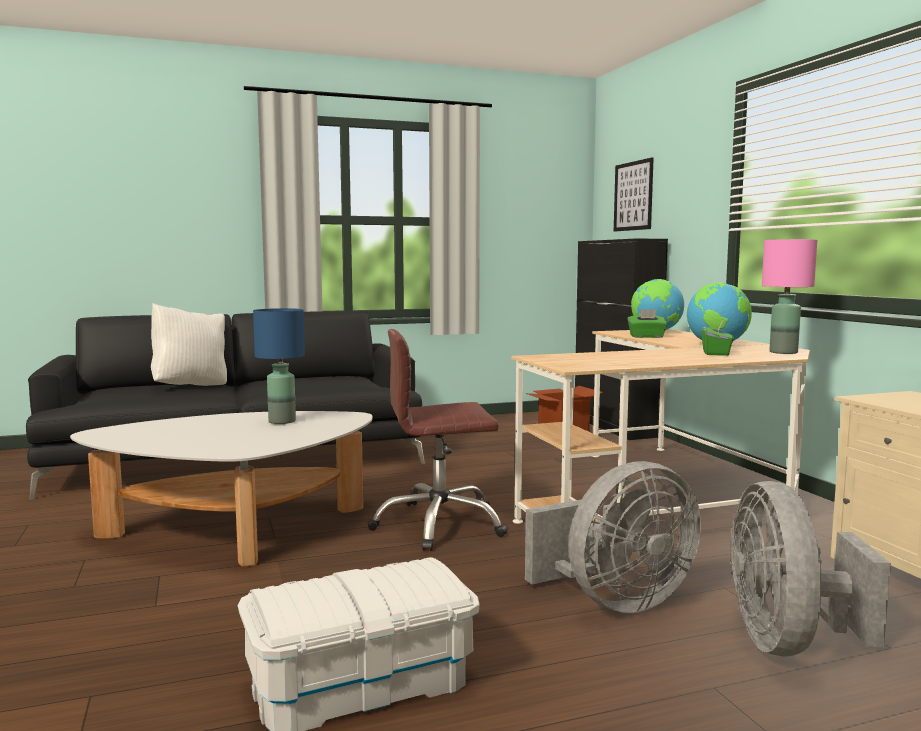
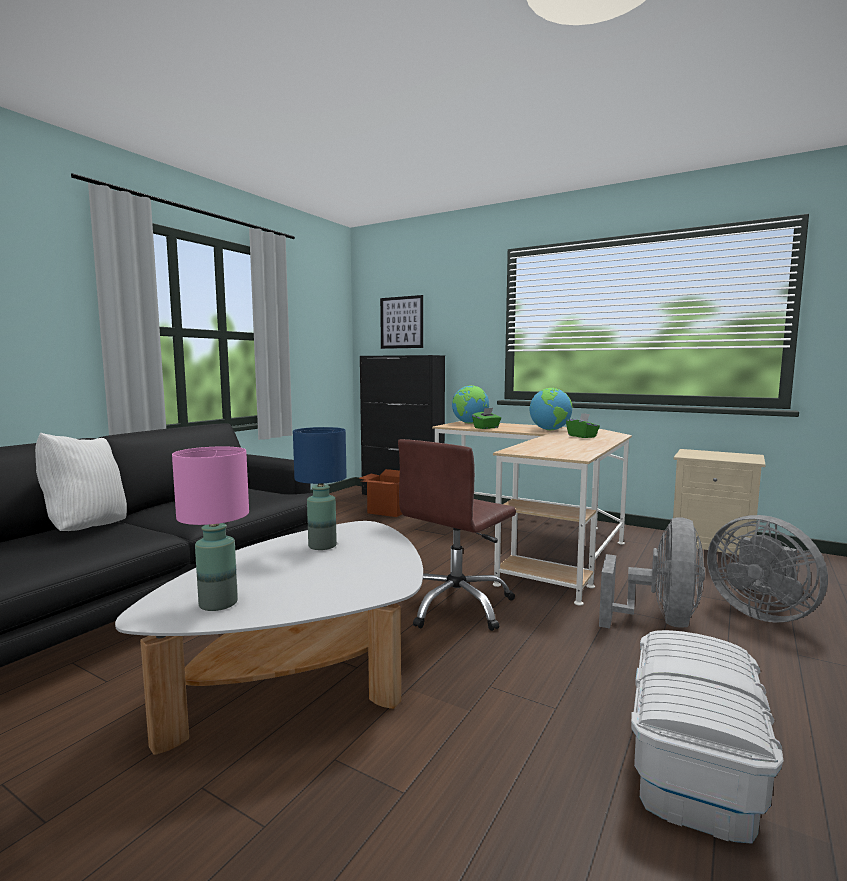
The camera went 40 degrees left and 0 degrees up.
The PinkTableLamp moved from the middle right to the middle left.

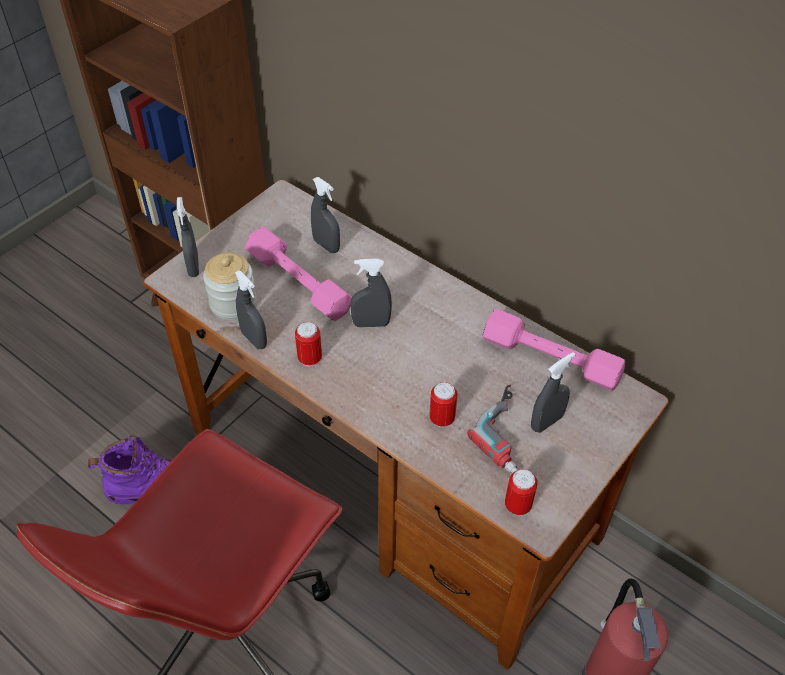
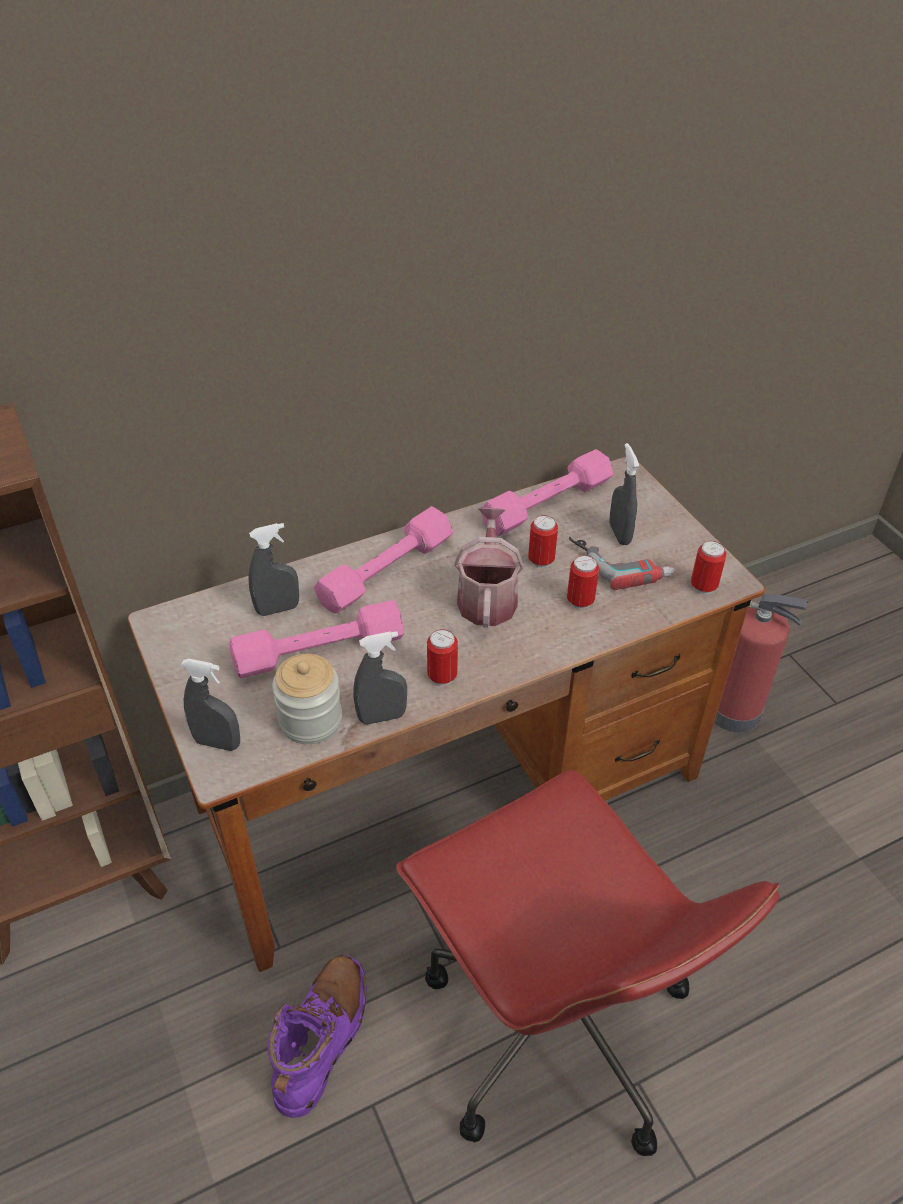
The camera went 65 degrees left and 5 degrees down.
The GreyHandSprayer (no. 4 from left) at the centre disappeared.
The PinkFreeWeight (no. 2 from left) at the centre appeared.
The WateringPot at the centre appeared.
The MetalCan (no. 2 from left) at the centre appeared.

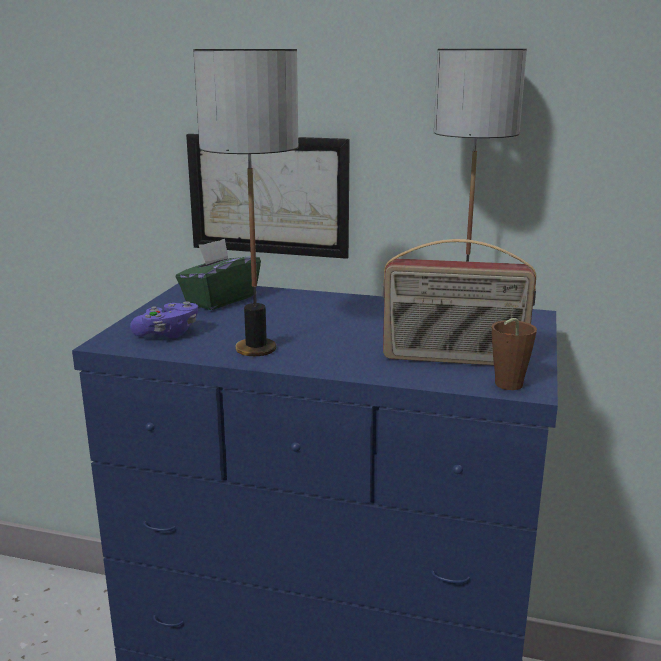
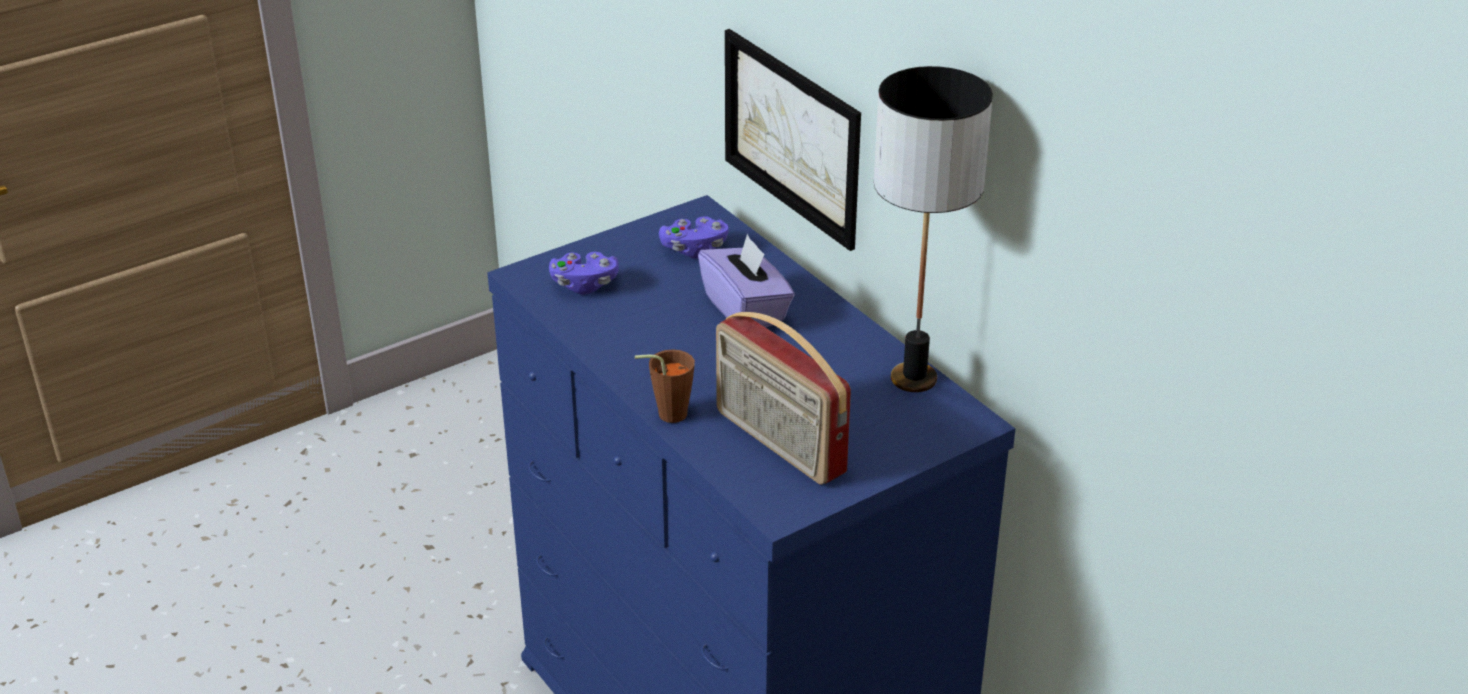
The camera went 40 degrees right and 15 degrees up.
The TableLamp (no. 1 from left) at the top centre disappeared.
The PurpleColouredBoxOfTissues at the centre appeared.
The BrownColouredDrinkingCup moved from the middle right to the centre.
The GreenBoxOfTissues at the middle left was replaced by the PurpleColouredGamepad (no. 2 from left) at the centre.

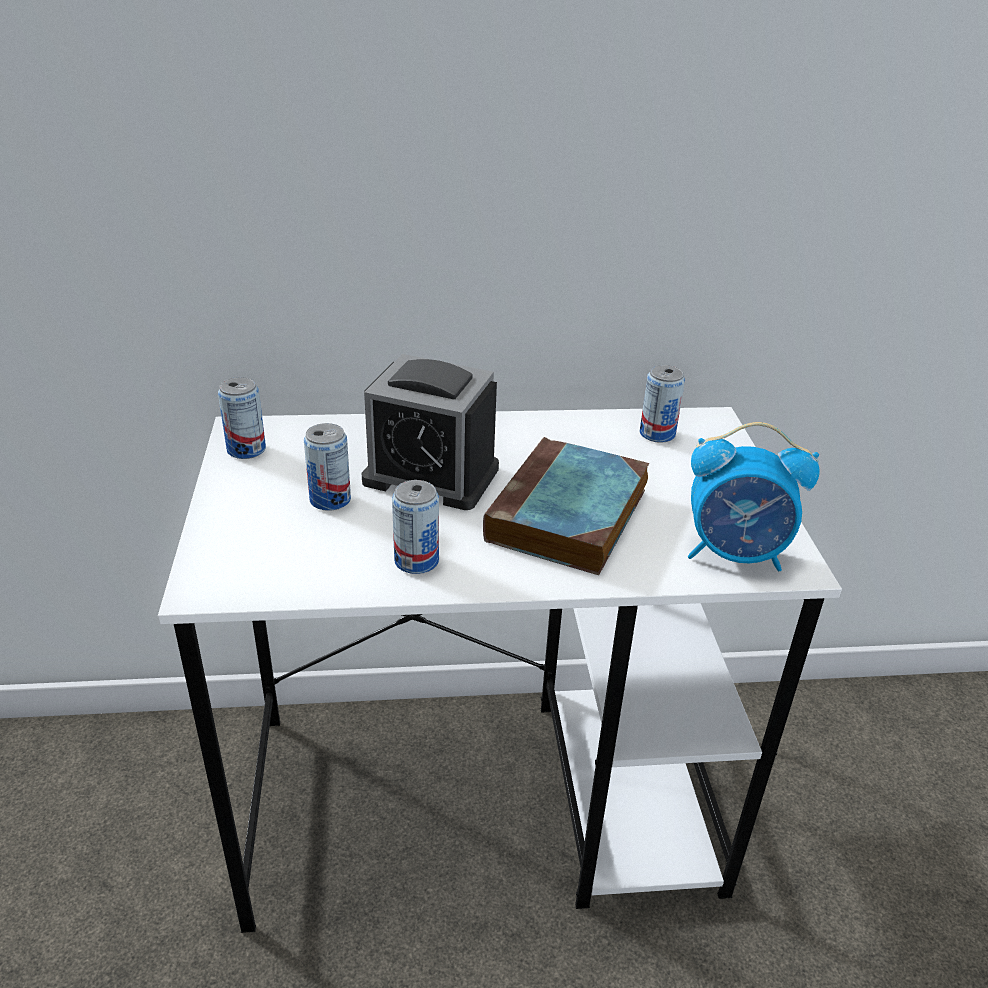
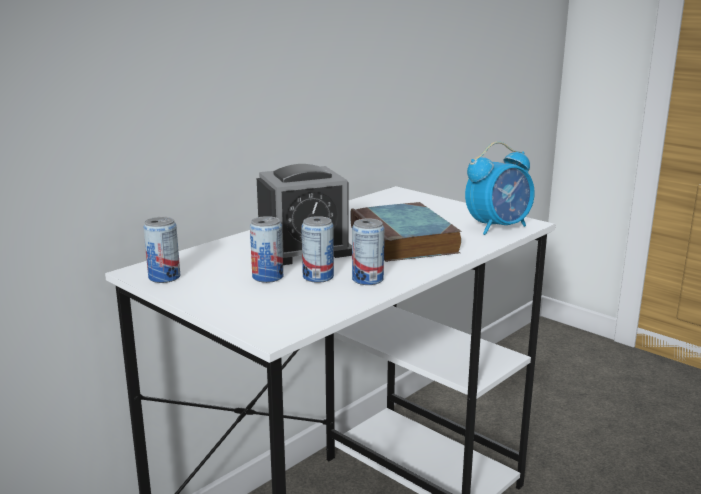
The camera went 40 degrees left and 15 degrees down.
The MetalCan (no. 4 from left in the first image) moved from the middle right to the centre.

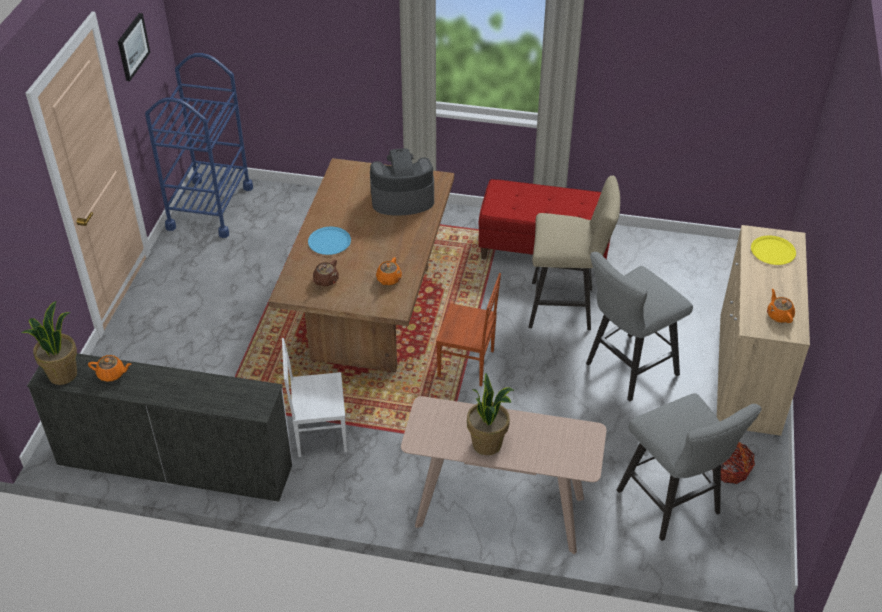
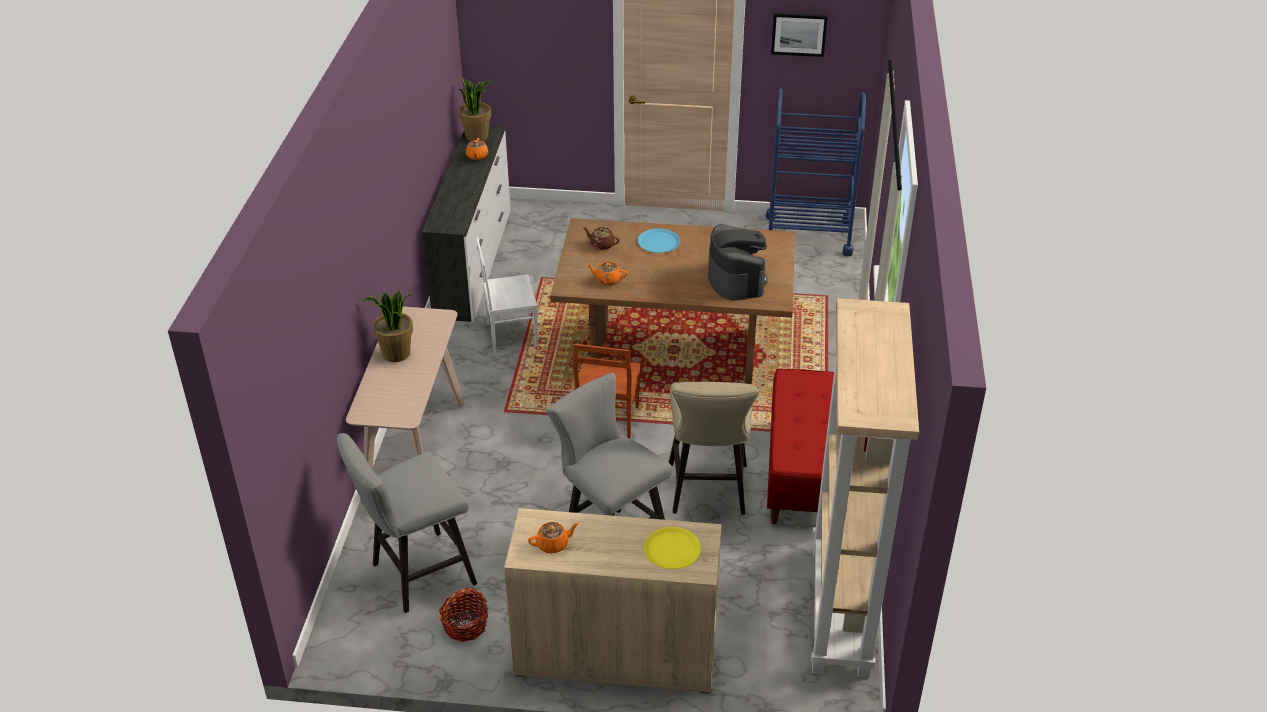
The camera went 85 degrees right and 5 degrees down.
The SandColouredBookcase at the bottom right appeared.
The WhiteColouredUprightChair at the centre turned 90 degrees counterclockwise.

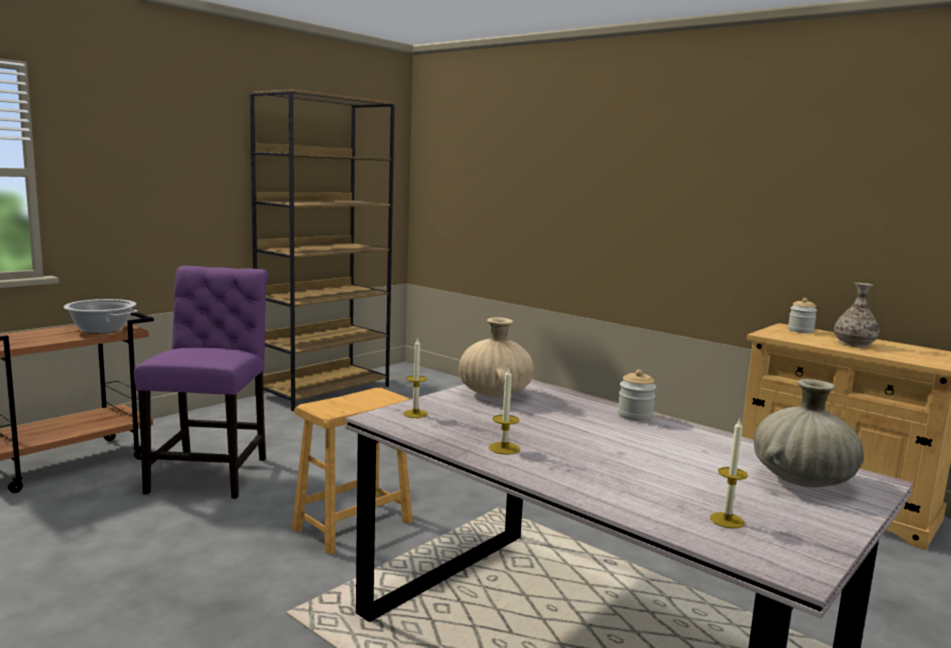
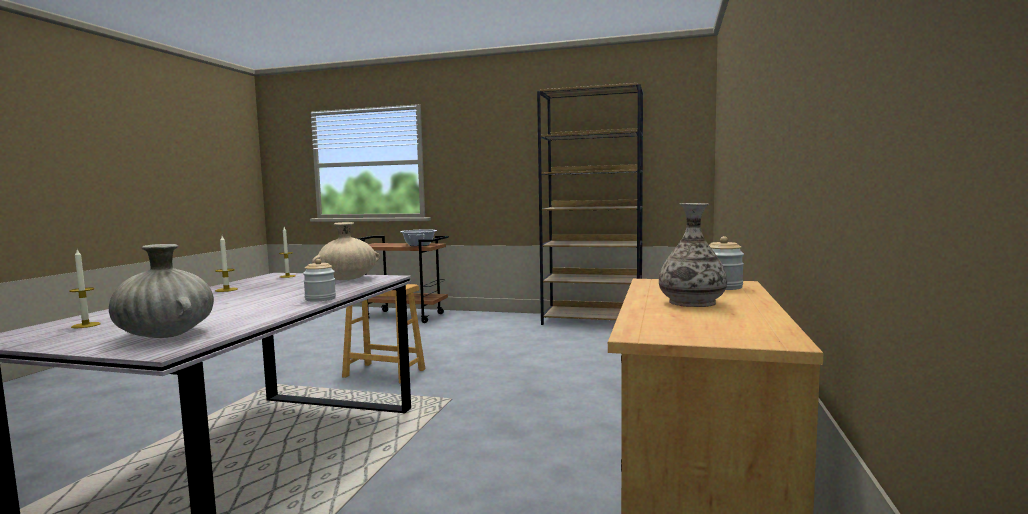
The camera went 65 degrees right and 5 degrees down.
The PurpleColouredUprightChair at the middle left disappeared.

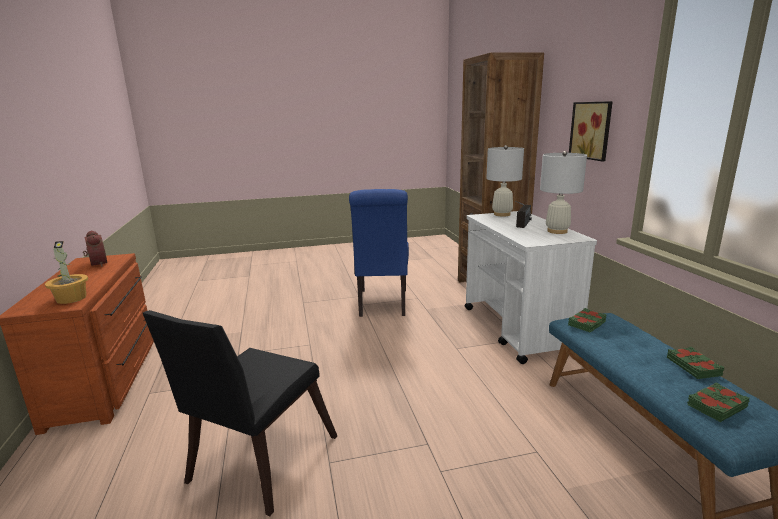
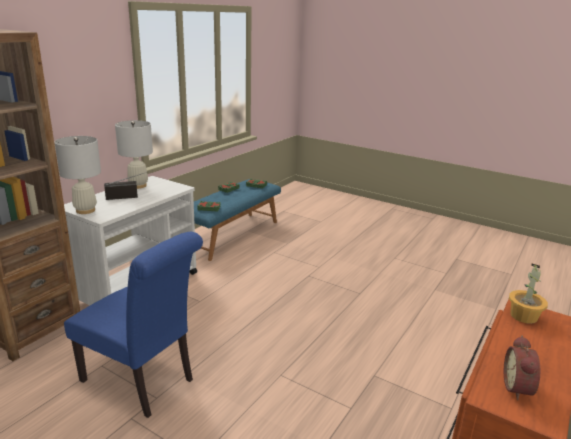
The camera went 135 degrees left and 5 degrees up.
The BlackColouredUprightChair at the bottom left disappeared.
The Picture at the top right disappeared.
The BlueColouredUprightChair at the centre turned 75 degrees clockwise.

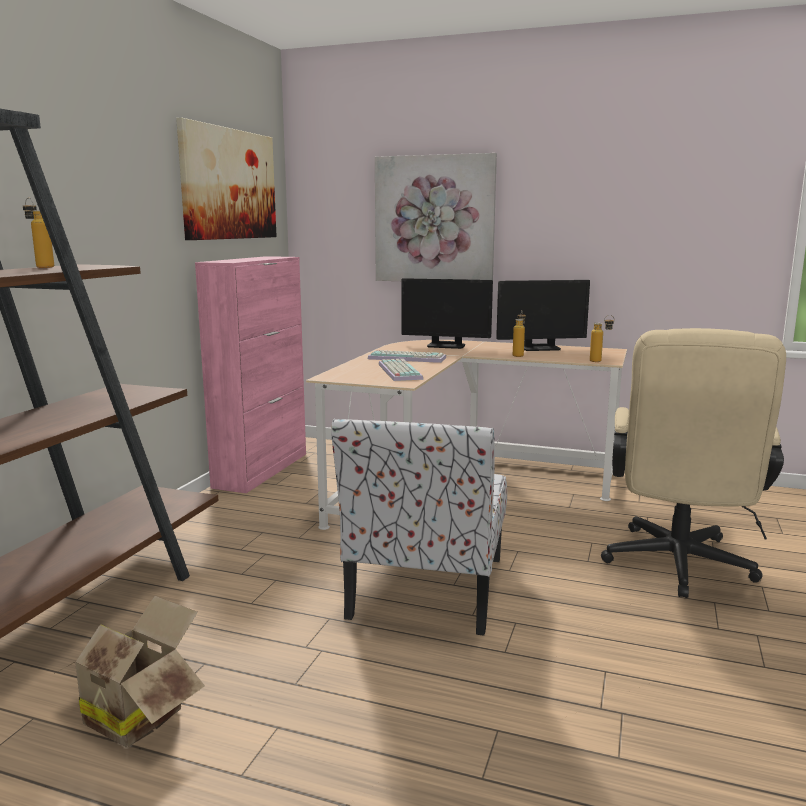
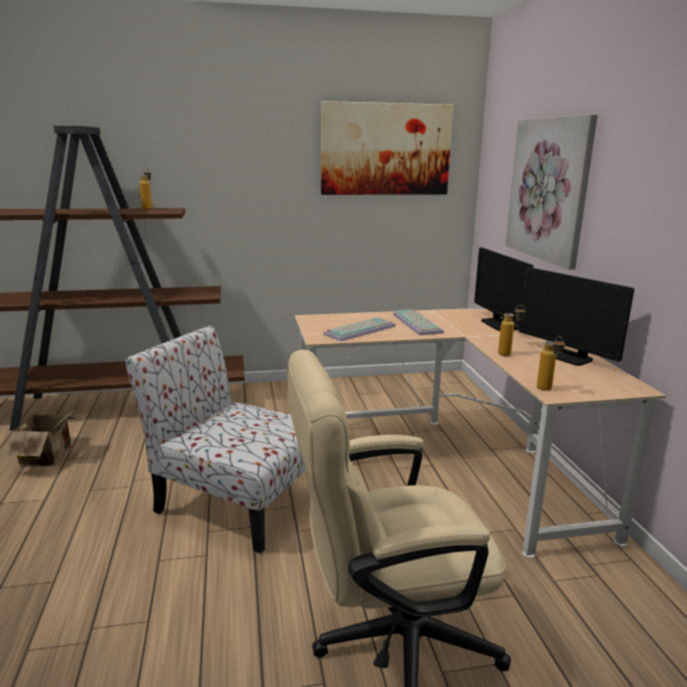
The camera went 60 degrees right and 5 degrees up.
The PinkStorageCabinet at the middle left disappeared.
The UprightChair at the centre turned 45 degrees clockwise.

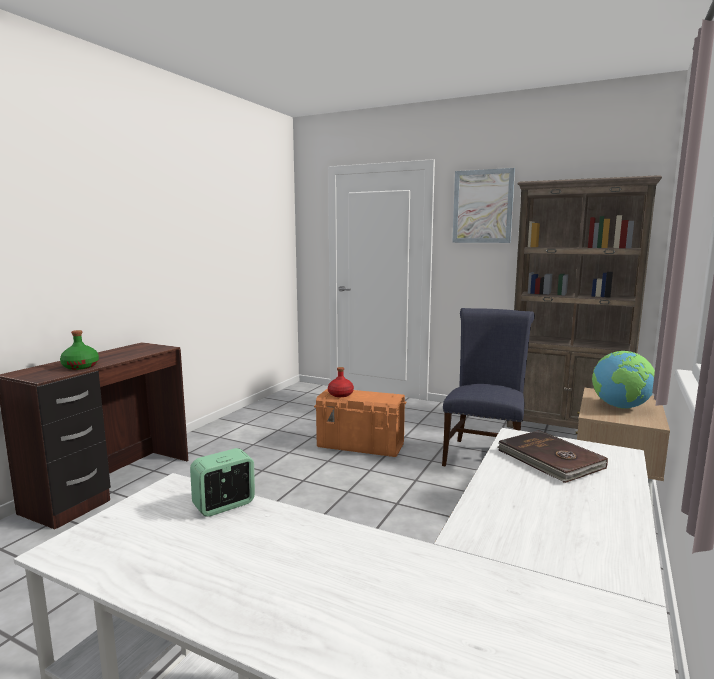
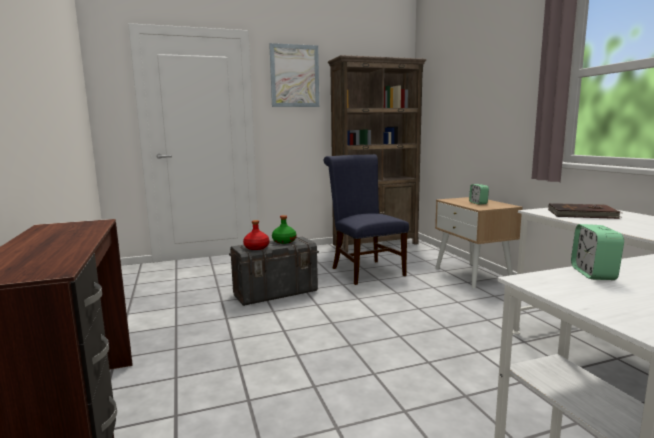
The camera went 45 degrees left and 0 degrees up.
The GreenBeverageBottle moved from the middle left to the centre.
The Globe at the middle right was replaced by the AlarmClock (no. 1 from left) at the middle right.
The OrangeStorageContainer at the centre became the GreyStorageContainer at the centre.

